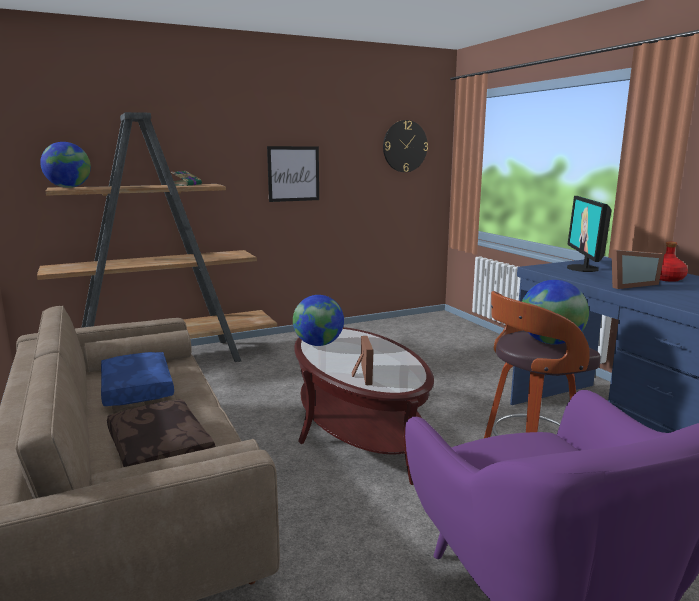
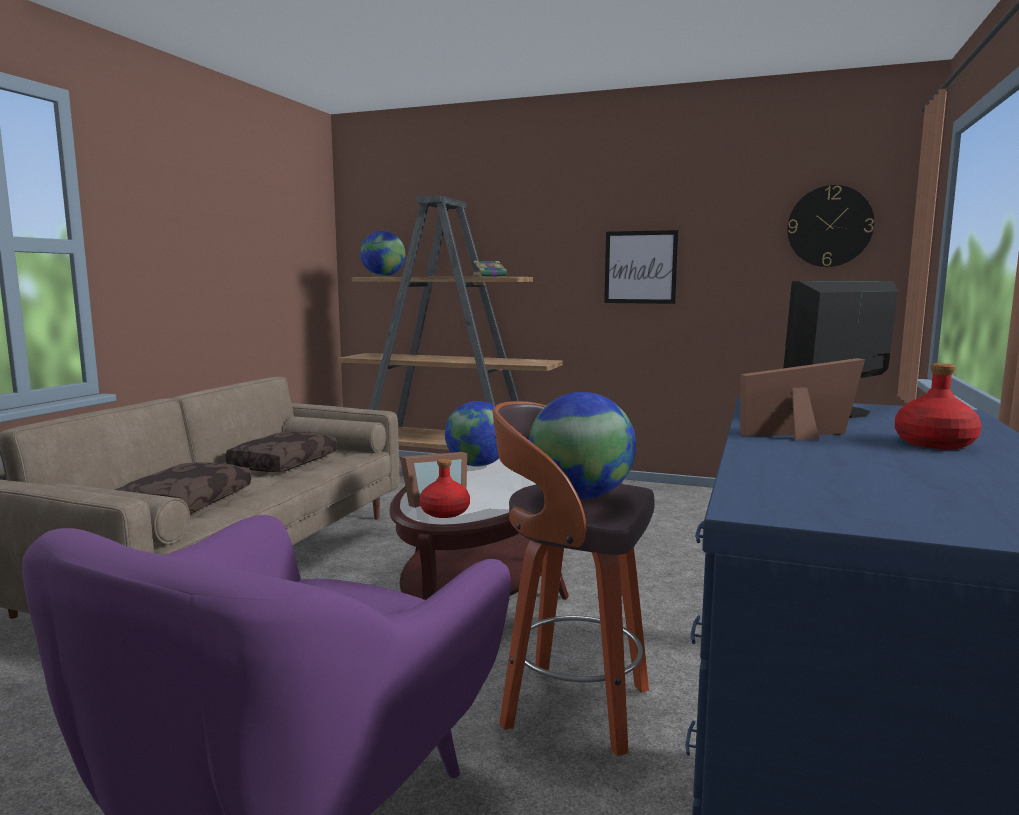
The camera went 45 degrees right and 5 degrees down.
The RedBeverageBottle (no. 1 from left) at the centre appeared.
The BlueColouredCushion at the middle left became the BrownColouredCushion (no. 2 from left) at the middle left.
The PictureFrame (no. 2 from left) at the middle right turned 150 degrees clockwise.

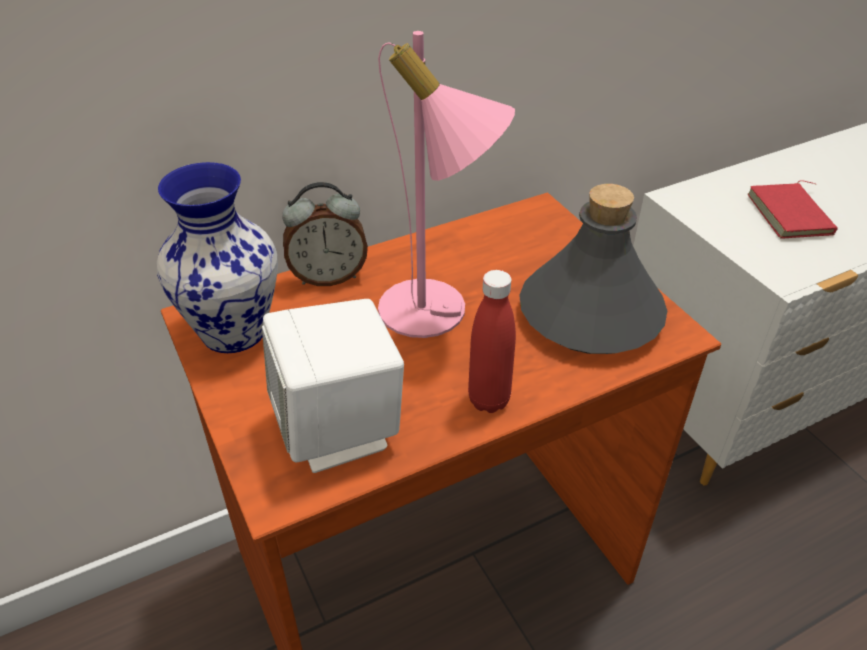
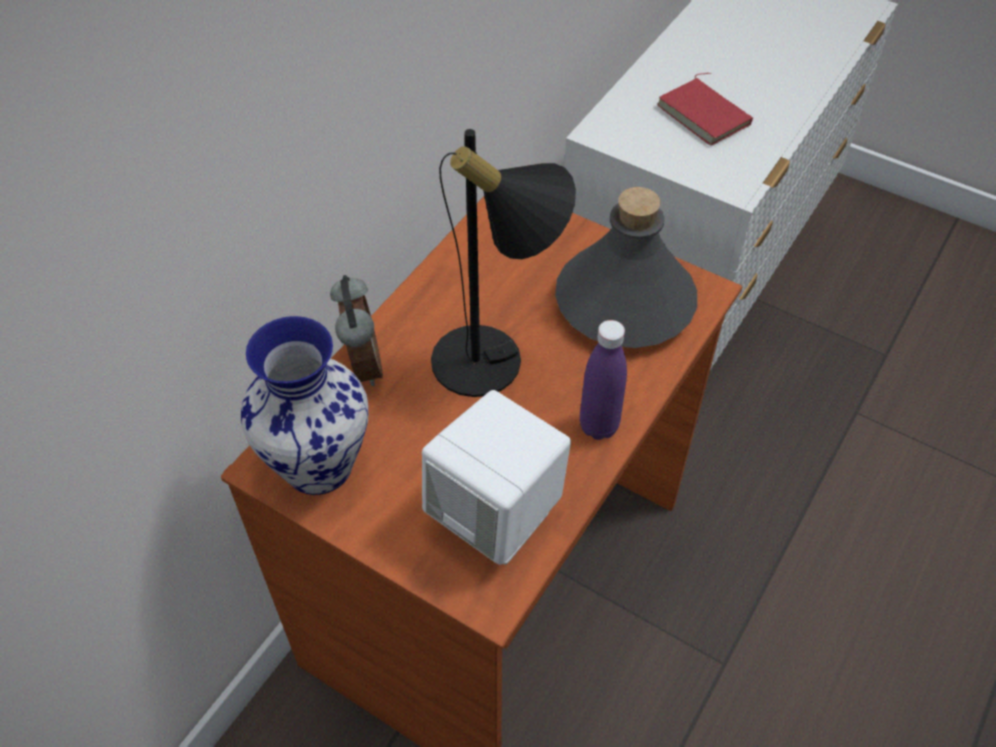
The camera went 30 degrees left and 10 degrees up.
The PinkTableLamp at the top centre became the BlackColouredTableLamp at the centre.
The RedBeverageBottle at the centre became the PurpleColouredBeverageBottle at the centre.
The AlarmClock at the centre turned 60 degrees counterclockwise.

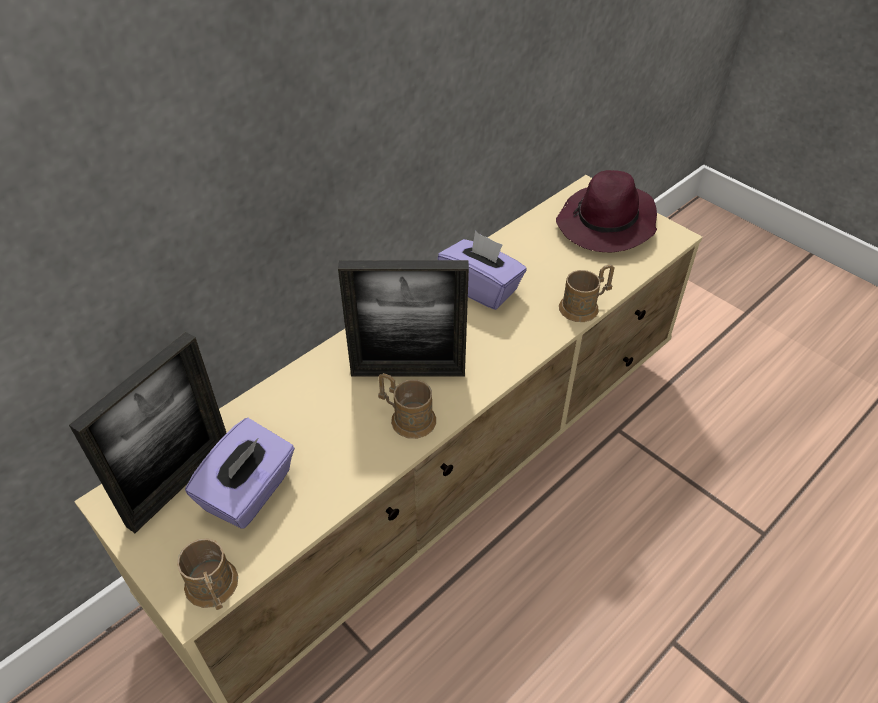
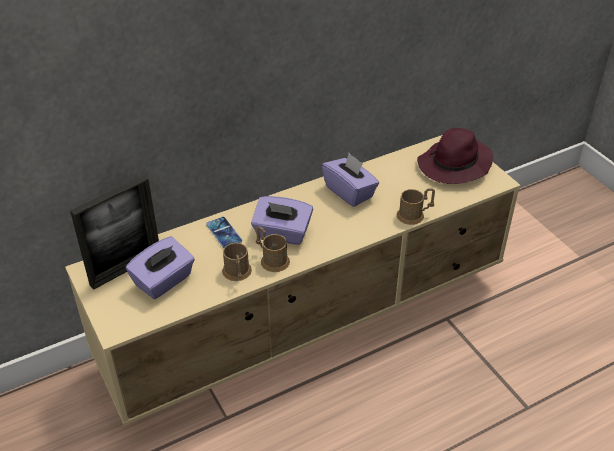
The camera went 15 degrees right and 5 degrees down.
The Telephone at the centre appeared.
The BrownColouredTeaMug (no. 1 from left) moved from the bottom left to the centre.
The PictureFrame (no. 2 from left) at the centre was replaced by the PurpleColouredBoxOfTissues (no. 2 from left) at the centre.

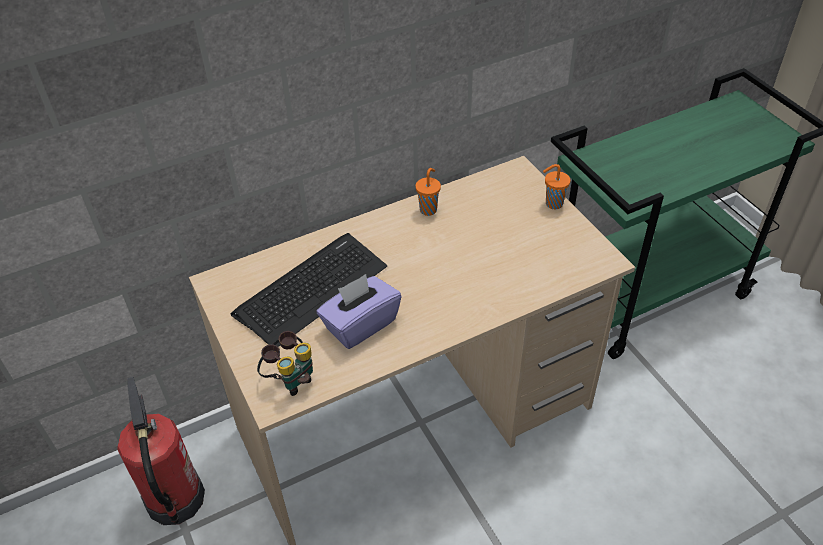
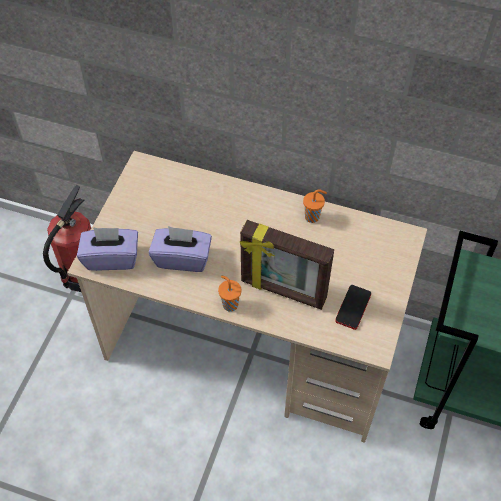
The camera went 45 degrees right and 10 degrees up.
The PcKeyboard at the centre disappeared.
The PictureFrame at the centre appeared.
The Telephone at the middle right appeared.
The OrangeDrinkingCup (no. 2 from left in the first image) moved from the middle right to the centre.
The Binoculars at the centre was replaced by the PurpleColouredBoxOfTissues (no. 1 from left) at the middle left.

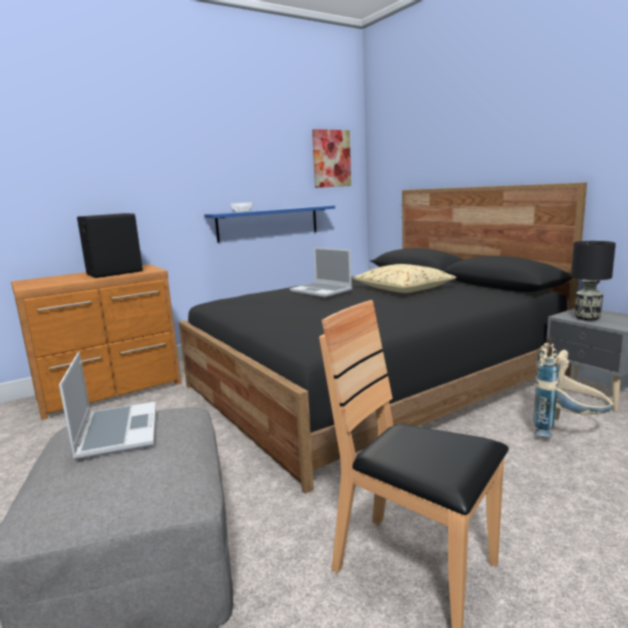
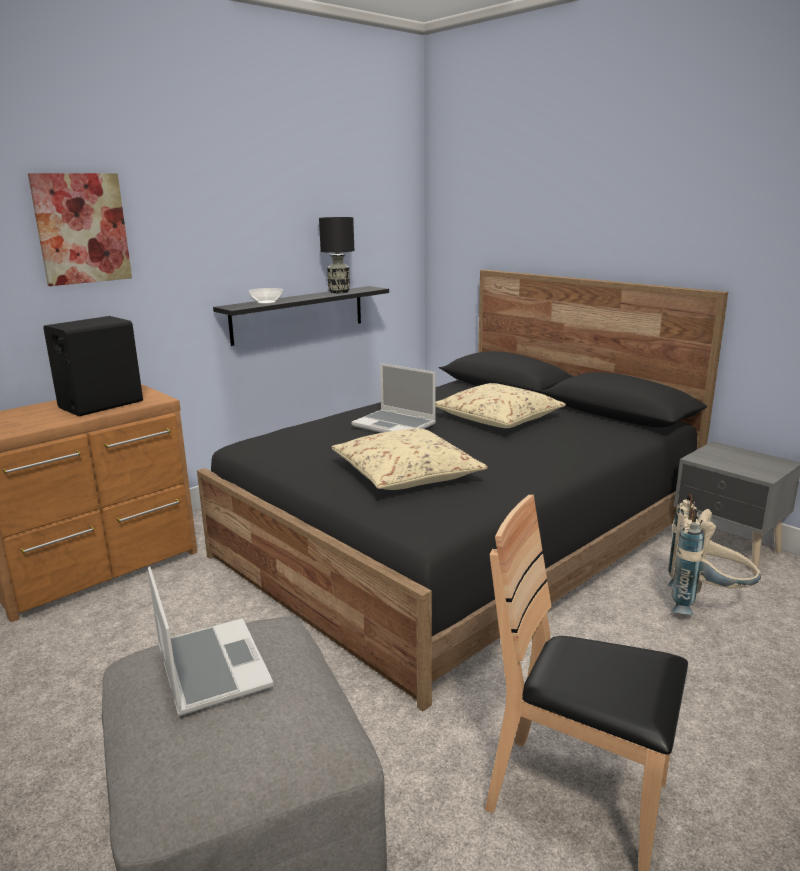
The camera went 10 degrees left and 5 degrees up.
The SandColouredCushion (no. 1 from left) at the centre appeared.
The Picture moved from the top centre to the top left.
The BlackColouredTableLamp moved from the middle right to the top centre.
The BlueColouredShelf at the centre became the BlackColouredShelf at the centre.

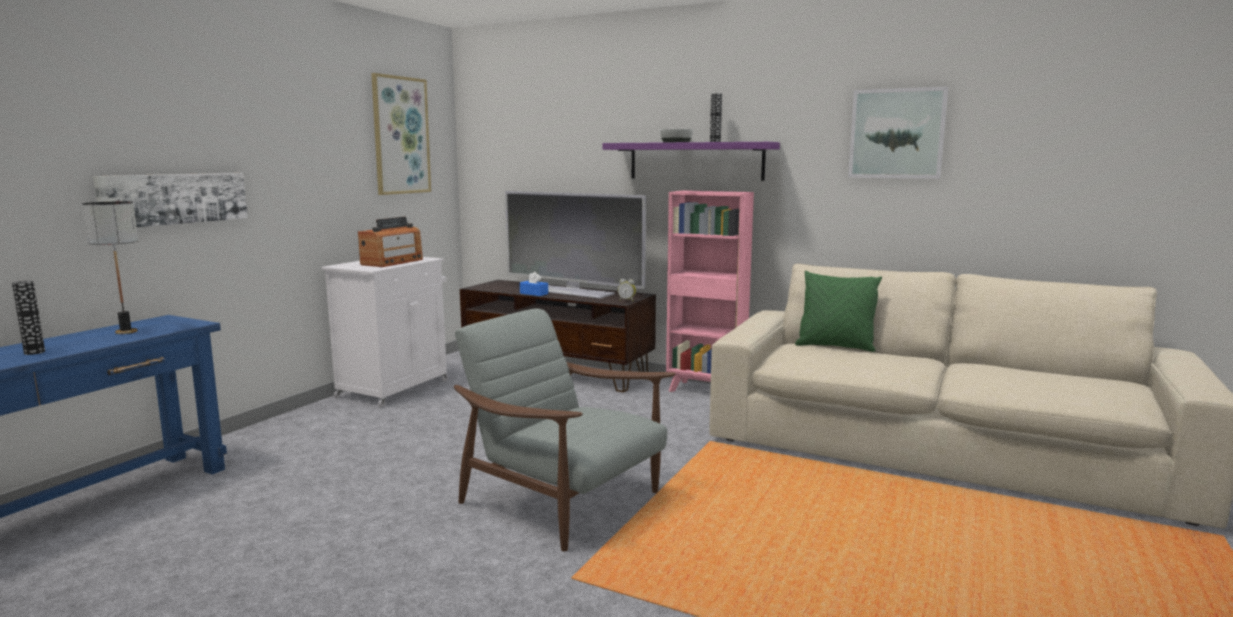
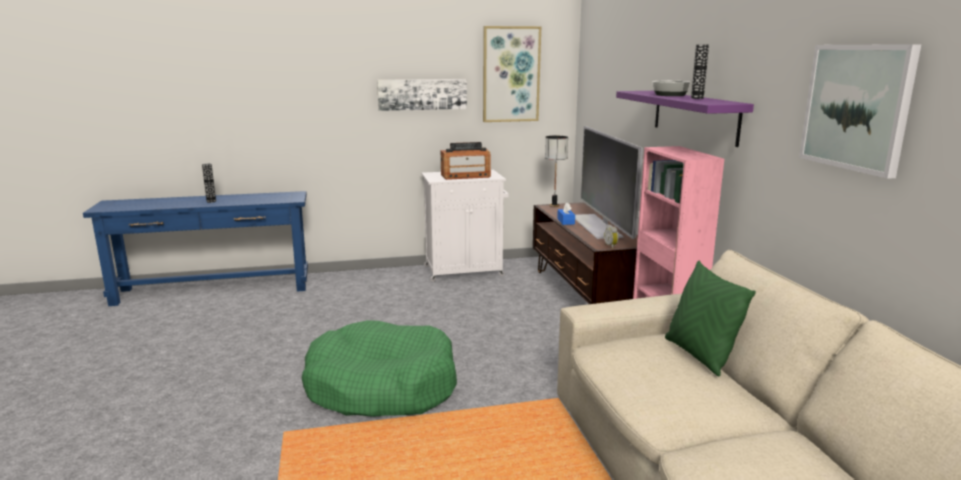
The camera went 50 degrees right and 5 degrees up.
The TableLamp moved from the middle left to the centre.
The Picture (no. 1 from left) moved from the top left to the top centre.
The GreyEasyChair at the bottom centre was replaced by the GreenPetBed at the bottom centre.

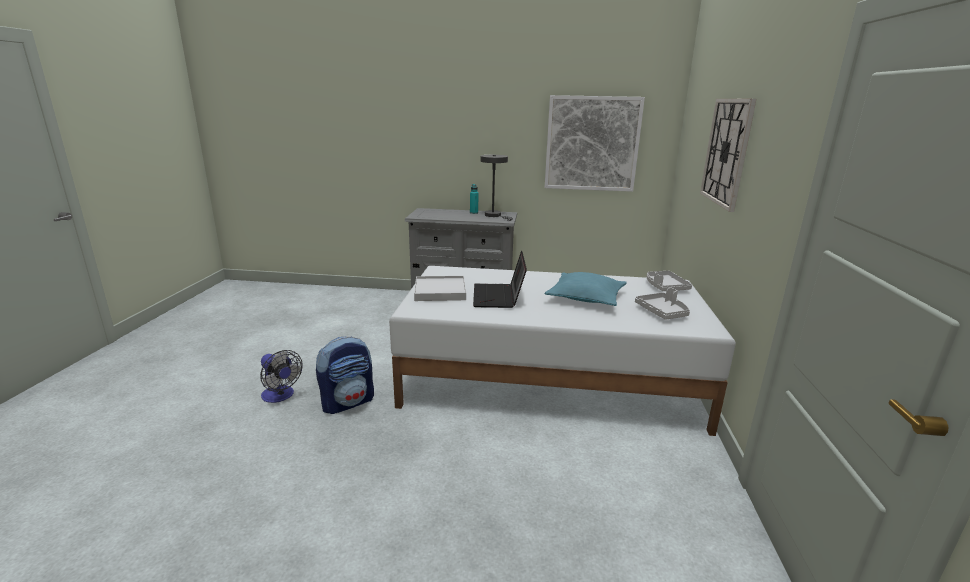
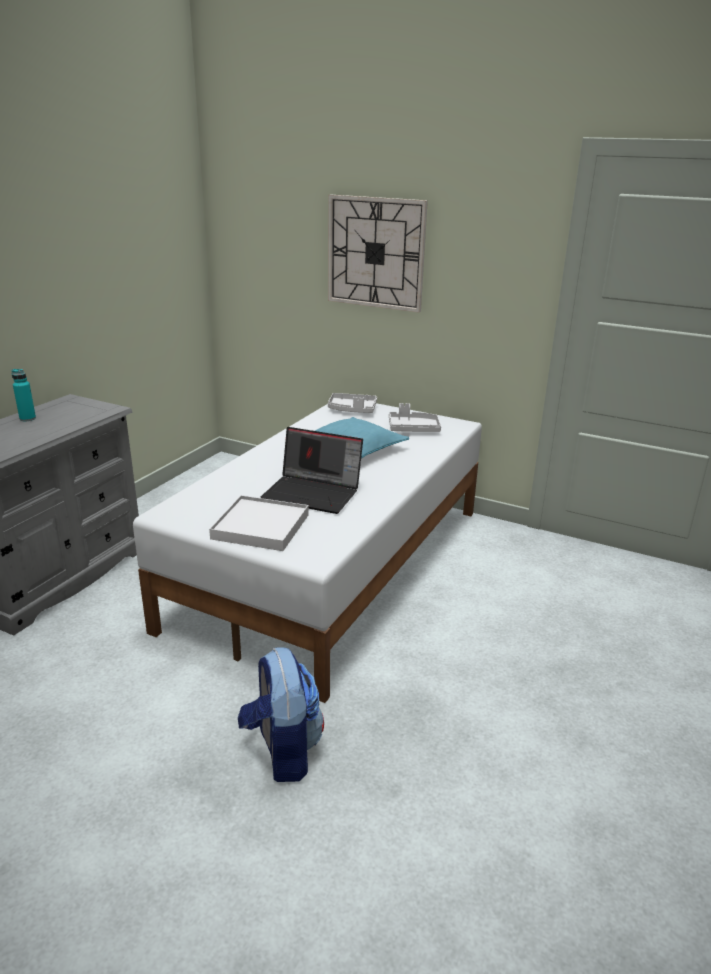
The camera went 70 degrees left and 5 degrees up.
The Fan at the middle left disappeared.
The GreyTableLamp at the top centre disappeared.
The Picture at the top centre disappeared.

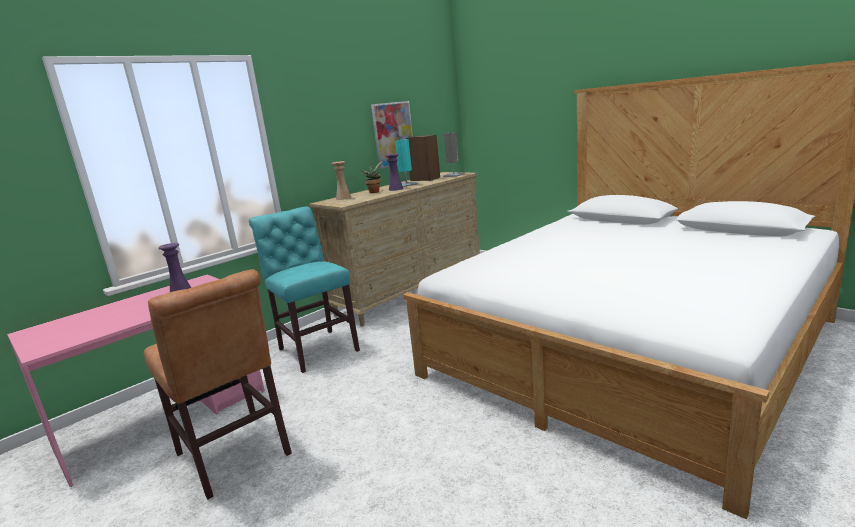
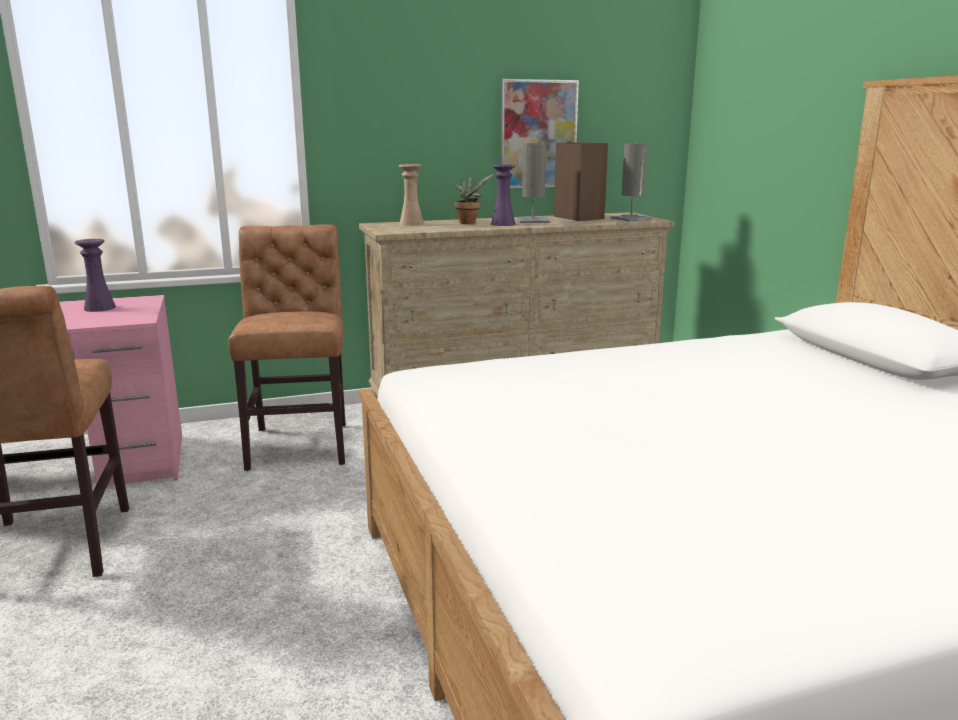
The camera went 25 degrees right and 0 degrees up.
The TurquoiseColouredUprightChair at the centre became the BrownColouredUprightChair (no. 2 from left) at the middle left.
The TurquoiseColouredTableLamp at the top centre became the GreyTableLamp (no. 1 from left) at the top centre.

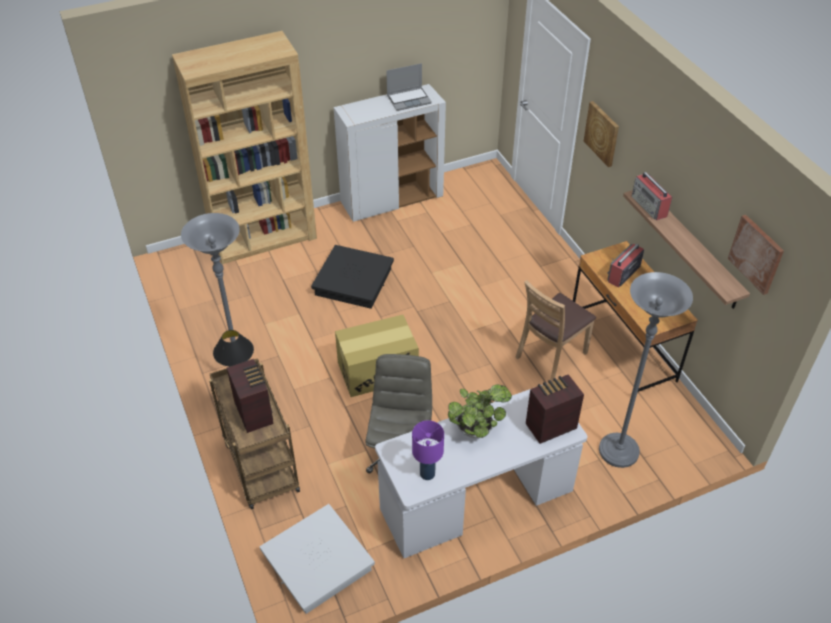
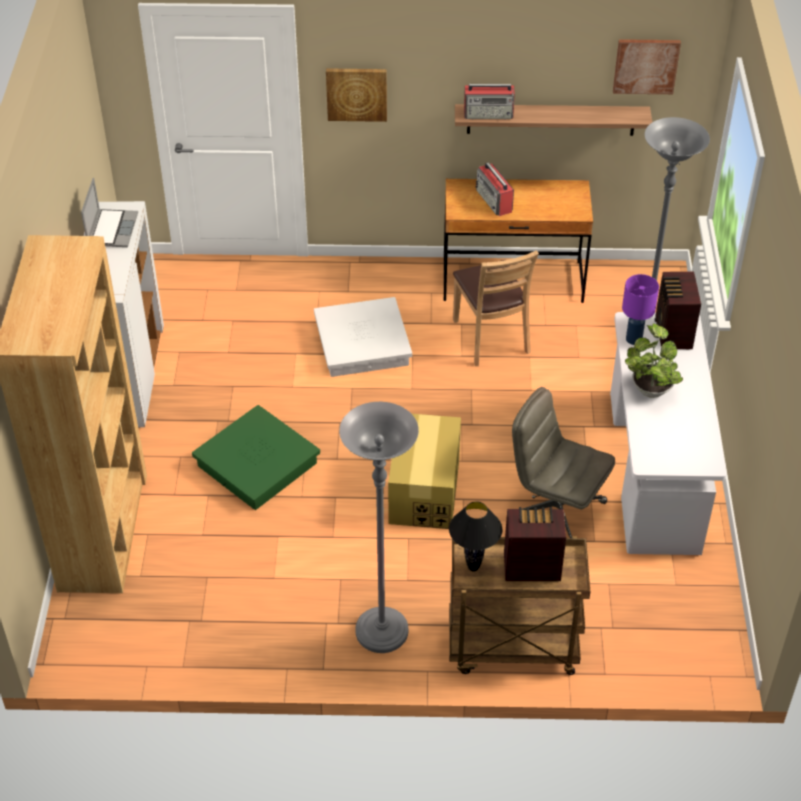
The camera went 65 degrees left and 0 degrees up.
The WhiteColouredStorageContainer moved from the bottom centre to the centre.
The PurpleColouredTableLamp moved from the bottom centre to the middle right.
The BlackColouredStorageContainer at the centre became the GreenStorageContainer at the middle left.

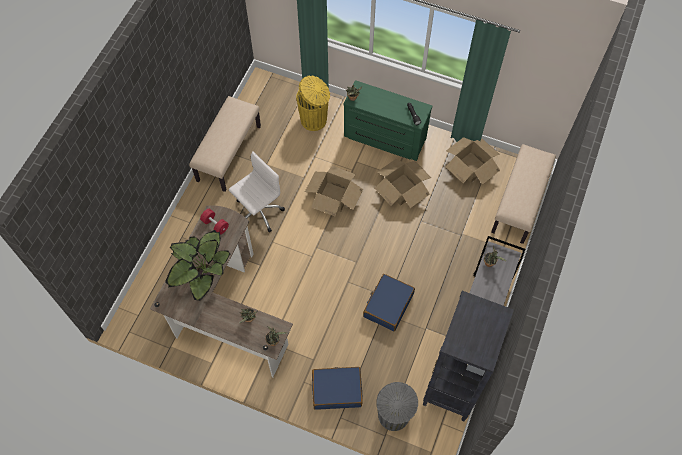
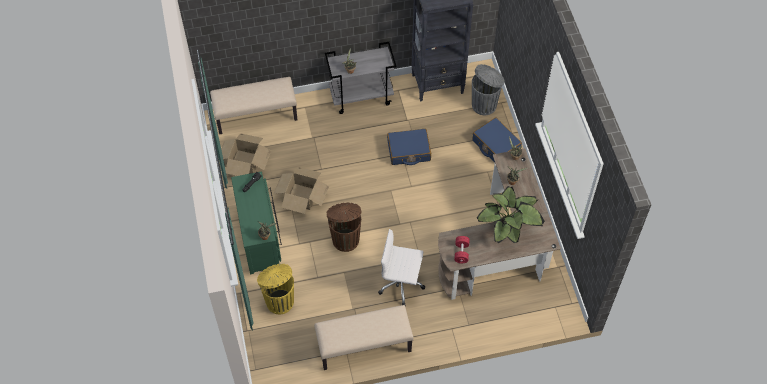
The camera went 125 degrees left and 5 degrees down.
The Carton (no. 1 from left) at the centre was replaced by the BrownColouredTrashCan at the centre.

